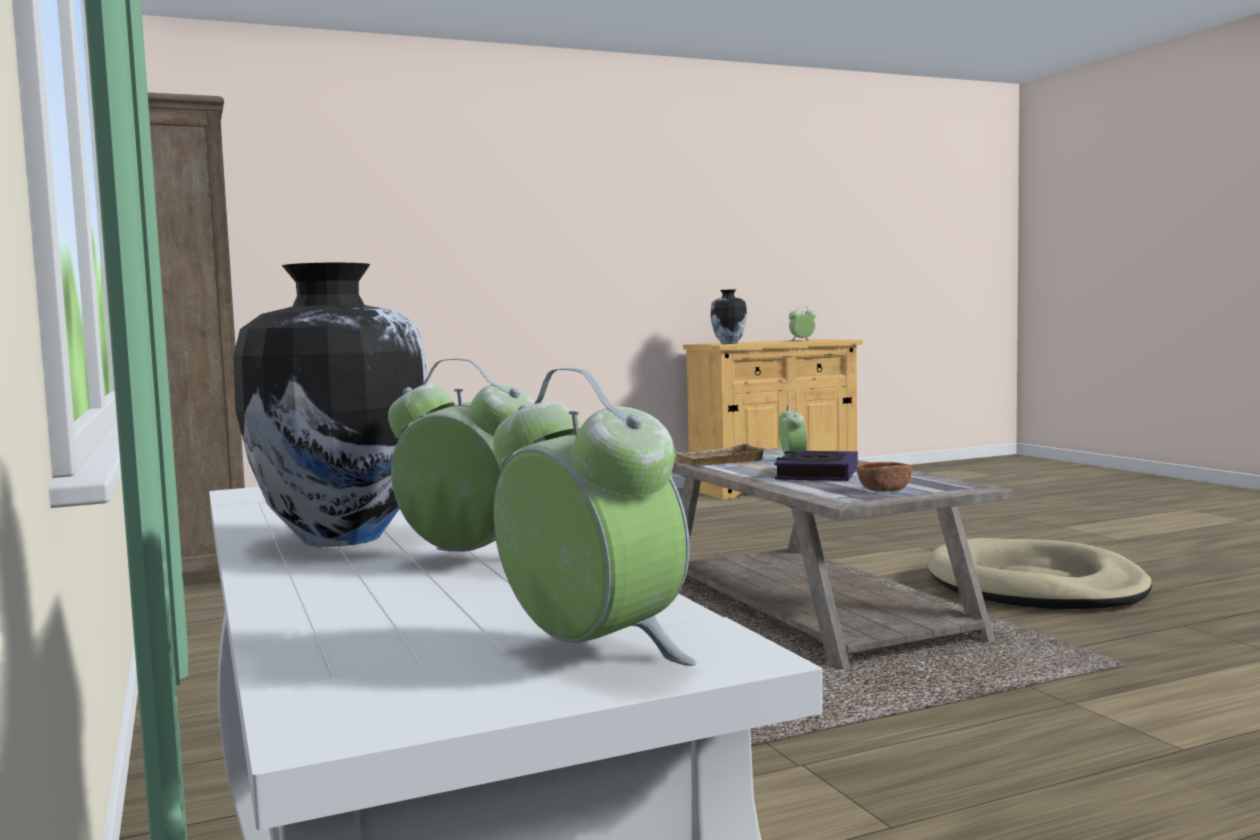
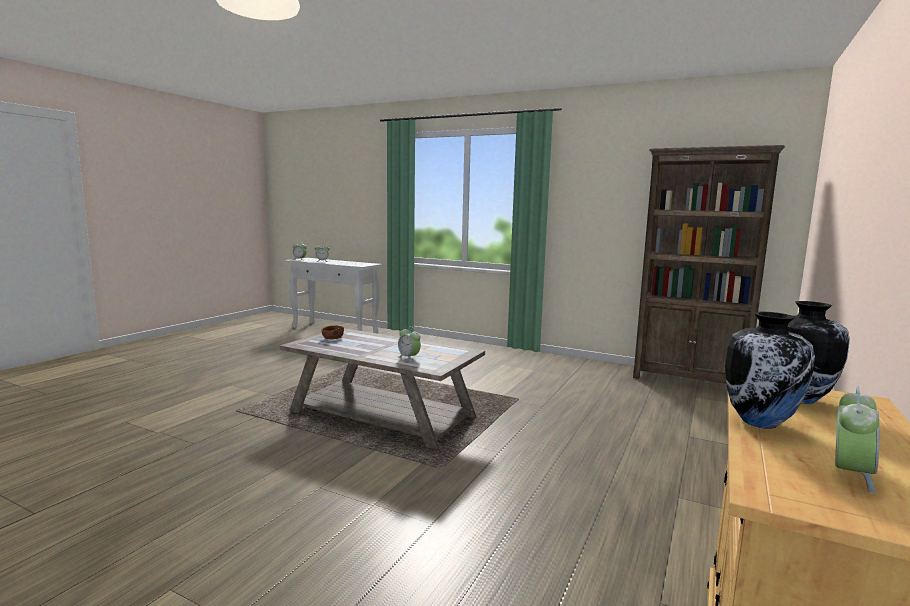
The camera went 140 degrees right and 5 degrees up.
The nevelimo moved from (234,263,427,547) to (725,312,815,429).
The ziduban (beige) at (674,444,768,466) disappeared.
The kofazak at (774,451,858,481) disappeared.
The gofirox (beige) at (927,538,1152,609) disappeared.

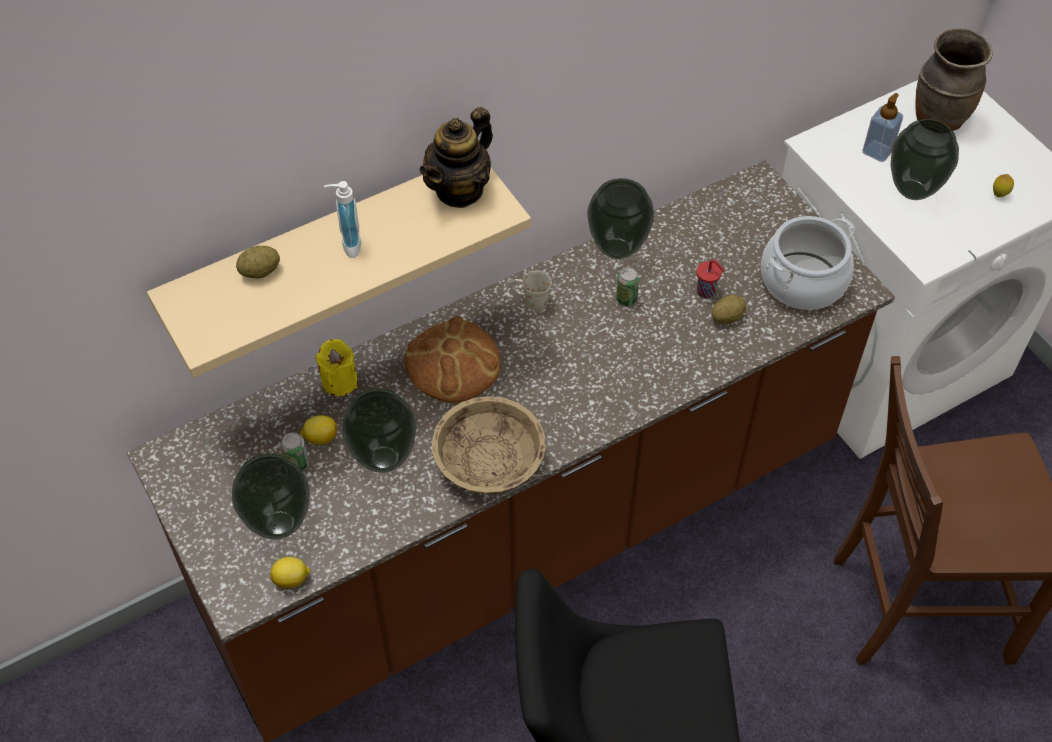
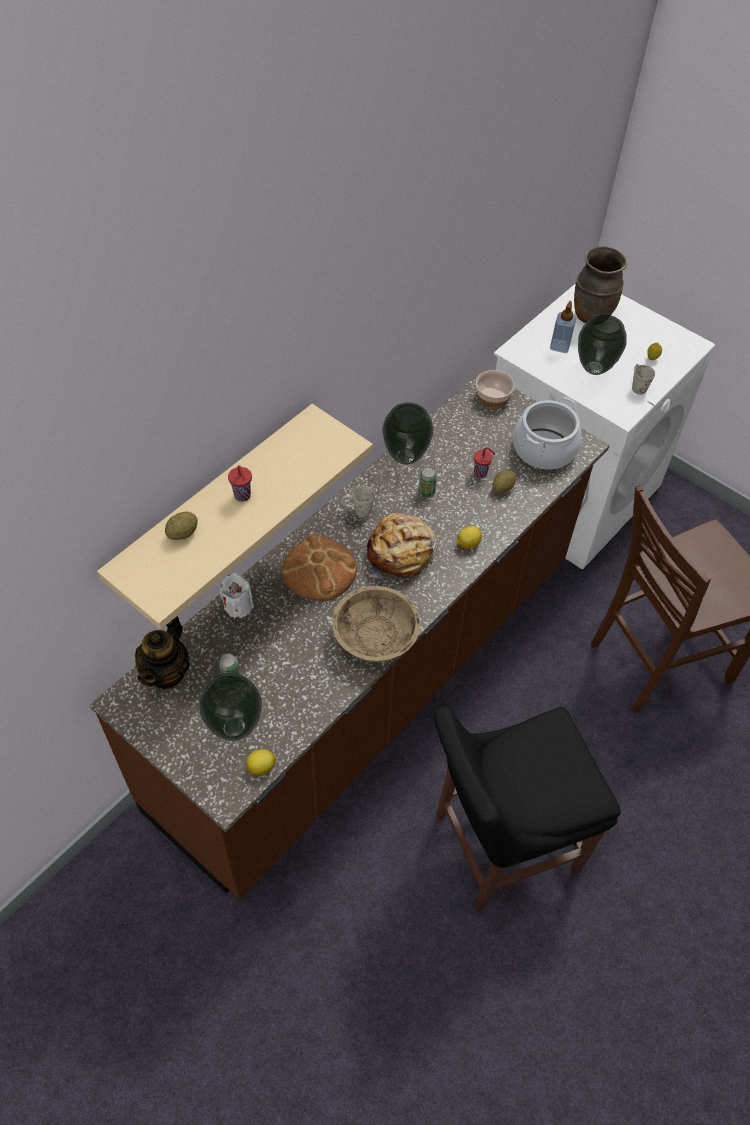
The camera went 20 degrees left and 0 degrees up.
The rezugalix moved from (419,107,493,208) to (135,616,190,689).
The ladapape at (324,181,361,258) was replaced by the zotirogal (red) at (228,465,252,502).
The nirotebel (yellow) at (315,339,358,396) became the nirotebel (white) at (219,573,254,618).
The nevelimo at (341,388,417,473) disappeared.
The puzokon moved from (300,415,337,445) to (456,526,482,548).
The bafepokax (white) at (632,364,655,395) appeared.
The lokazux at (475,370,515,407) appeared.
The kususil at (367,513,436,579) appeared.

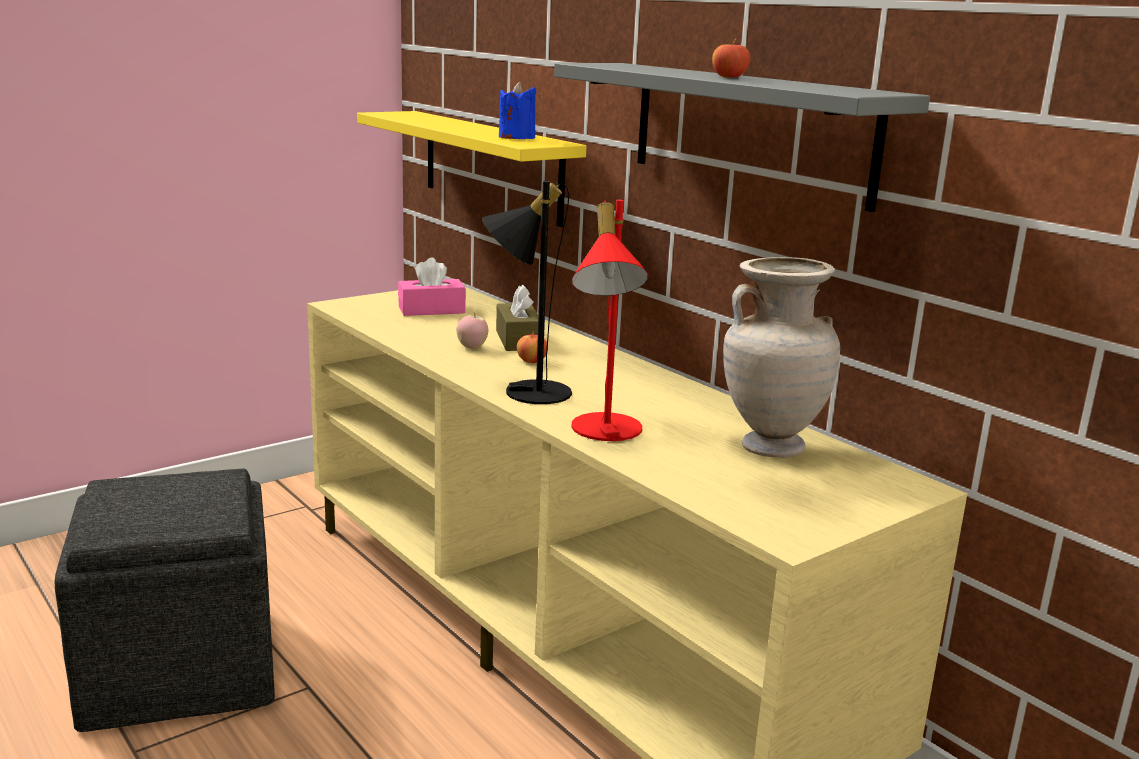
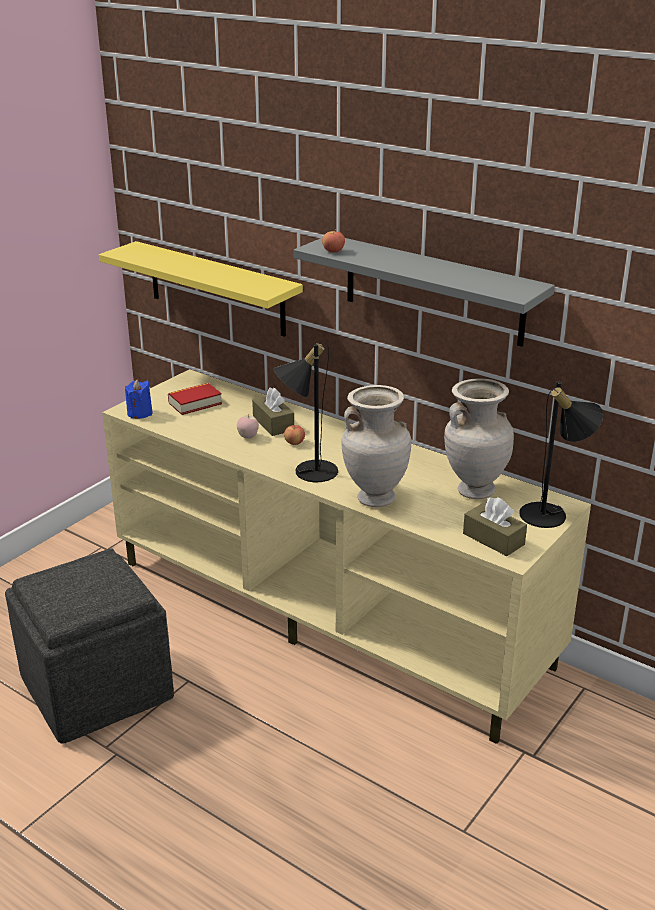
The camera went 15 degrees left and 10 degrees up.
The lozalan moved from (712,39,750,78) to (322,229,345,253).
The nirotebel (blue) moved from (499,82,536,139) to (125,379,153,419).
The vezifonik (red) at (571,200,648,441) was replaced by the nevelimo (beige) at (341,385,411,507).
The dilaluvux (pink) at (398,257,466,316) was replaced by the kofazak at (168,383,222,415).
The vezifonik (black) at (519,381,603,528) appeared.
The dilaluvux (brown) at (463,497,527,556) appeared.

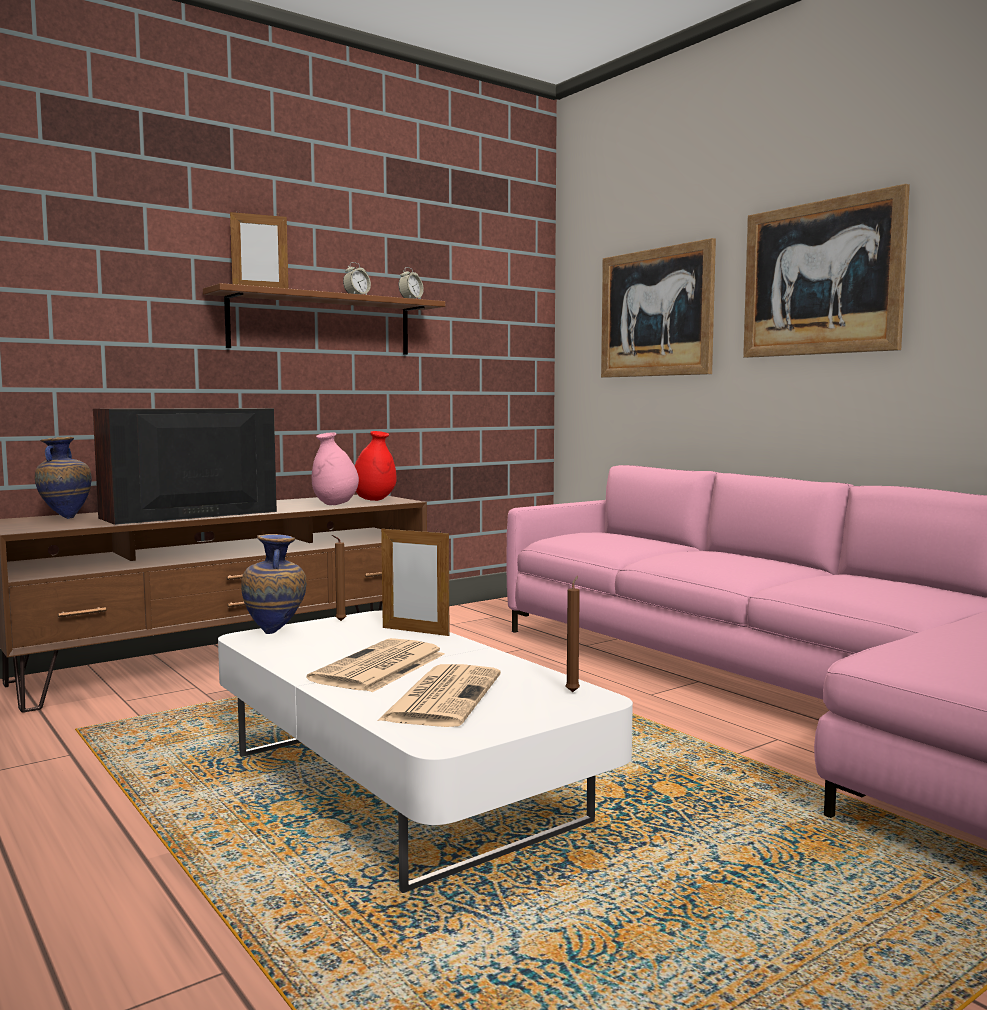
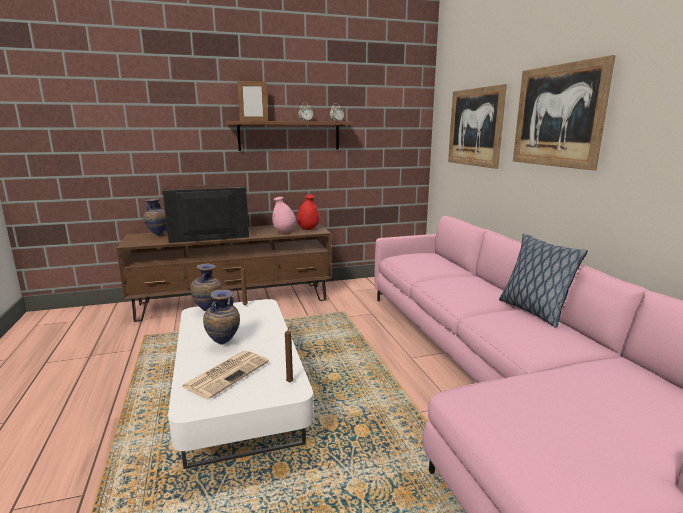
The camera went 20 degrees right and 10 degrees up.
The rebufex at (381,526,449,636) disappeared.
The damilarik at (307,638,445,692) was replaced by the nevelimo at (203,290,240,345).
The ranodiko at (499,234,588,328) appeared.

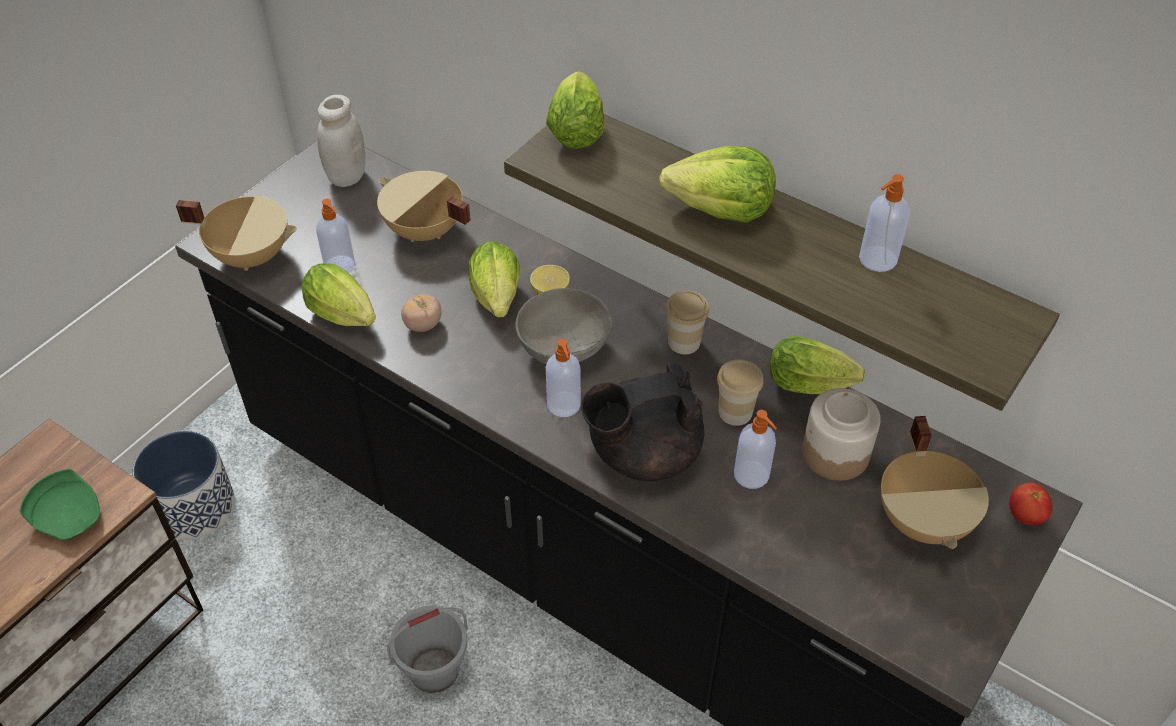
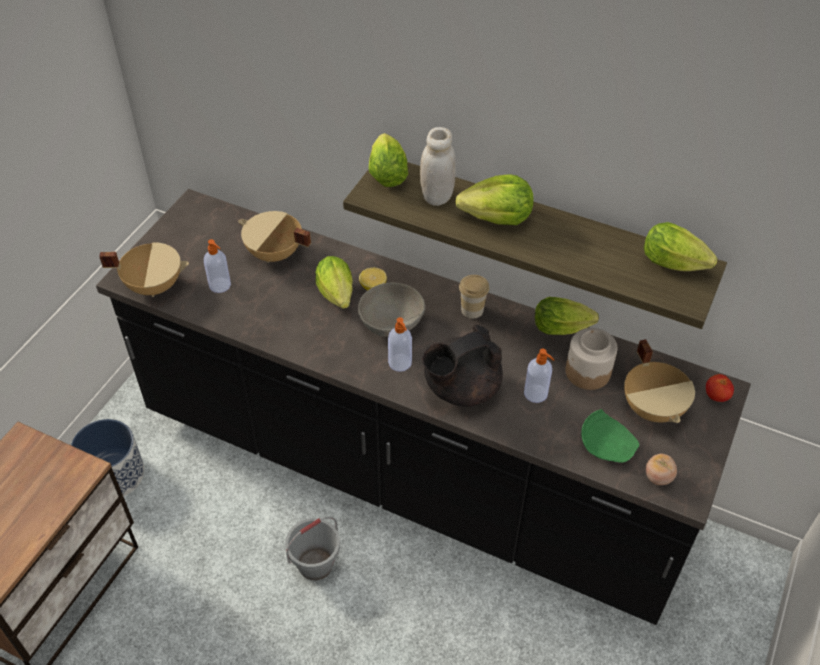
The camera went 10 degrees left and 0 degrees up.
The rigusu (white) moved from (317,95,365,187) to (420,127,456,206).
The ladapape at (859,174,910,272) disappeared.
The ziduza moved from (301,263,376,326) to (644,222,717,271).
The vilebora moved from (401,294,442,332) to (646,454,677,485).
The zotirogal at (717,359,764,426) disappeared.
The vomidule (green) moved from (20,469,100,540) to (581,409,639,463).

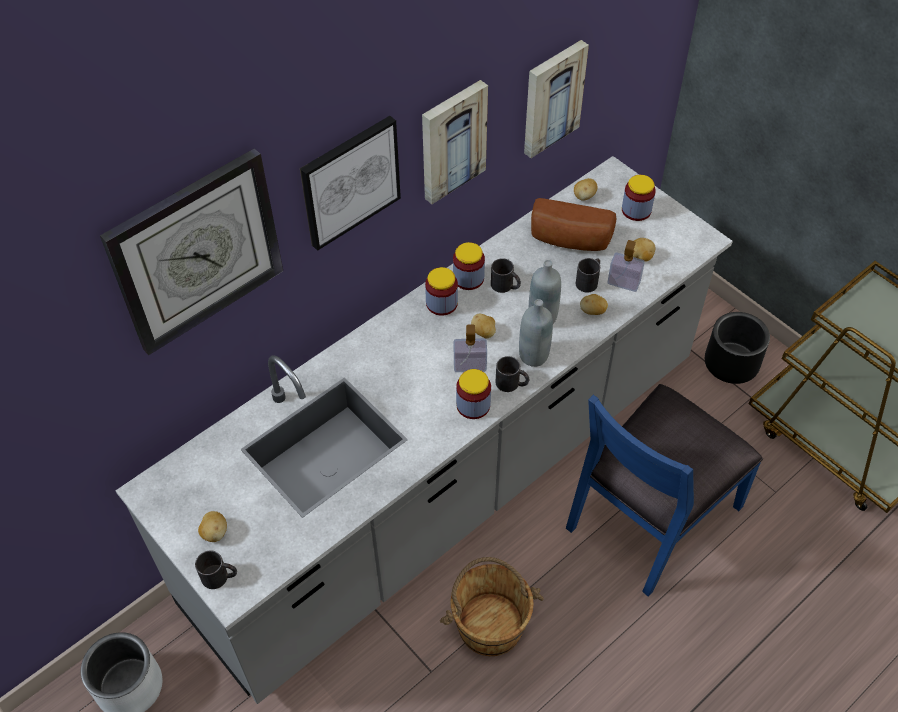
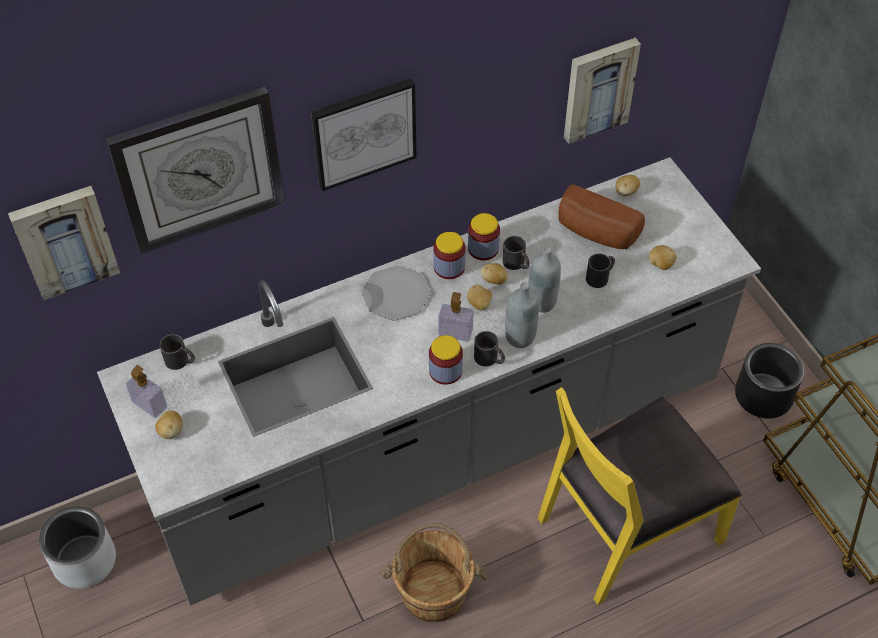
The camera went 15 degrees right and 0 degrees up.
The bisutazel moved from (422,80,488,204) to (8,186,120,300).
The rigusu at (622,175,656,221) disappeared.
The ladapape moved from (608,240,645,292) to (126,365,167,418).
The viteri moved from (580,294,608,315) to (481,263,508,285).
The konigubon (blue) at (566,384,763,597) became the konigubon (yellow) at (537,387,742,605).
The bafepokax (black) moved from (195,550,237,589) to (160,334,195,370).
The vomidule at (362,266,430,321) appeared.

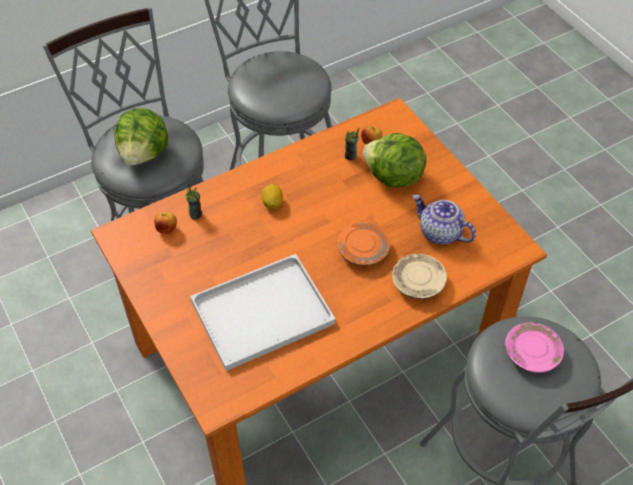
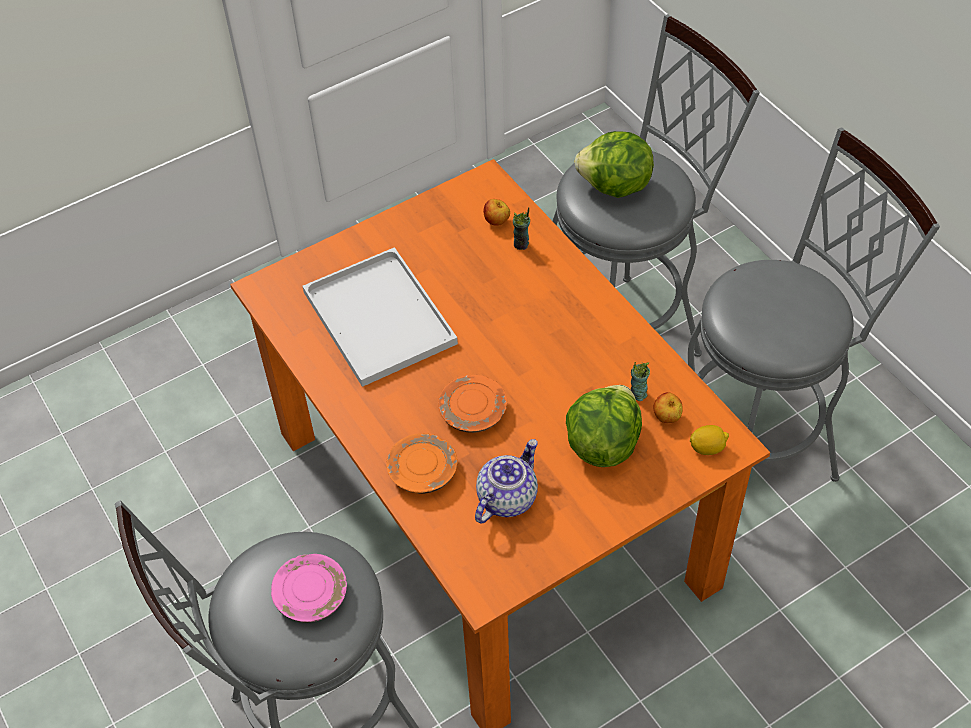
The camera went 90 degrees right and 0 degrees up.
The puzokon moved from (262,183,283,209) to (690,425,729,455).
The vomidule (beige) at (392,254,447,299) became the vomidule (orange) at (386,433,458,494).

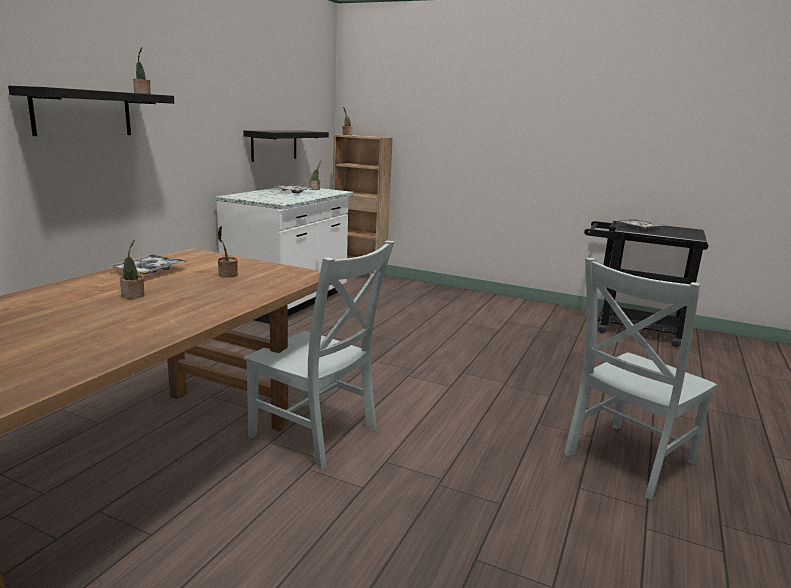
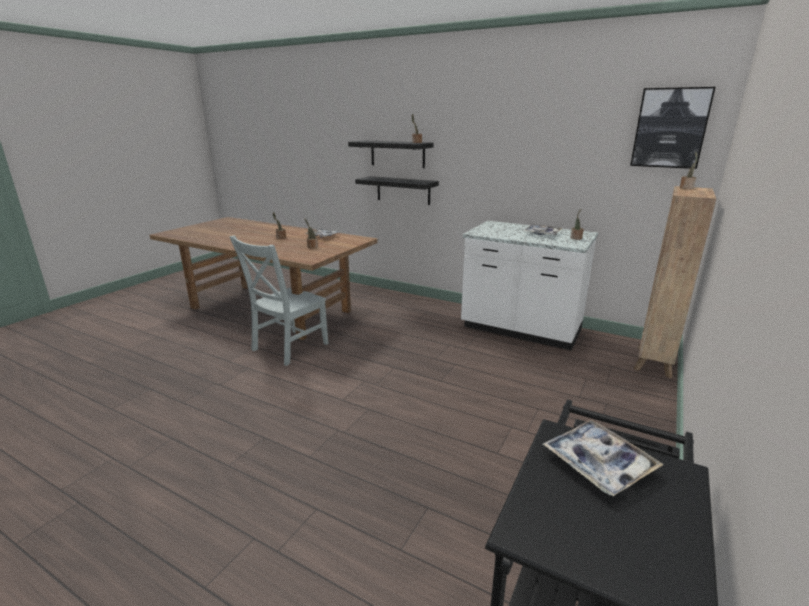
The camera went 95 degrees right and 5 degrees up.
The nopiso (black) moved from (243,130,329,162) to (355,176,439,205).
The konigubon (grey) at (564,258,717,500) disappeared.
The bisutazel at (630,87,715,169) appeared.

